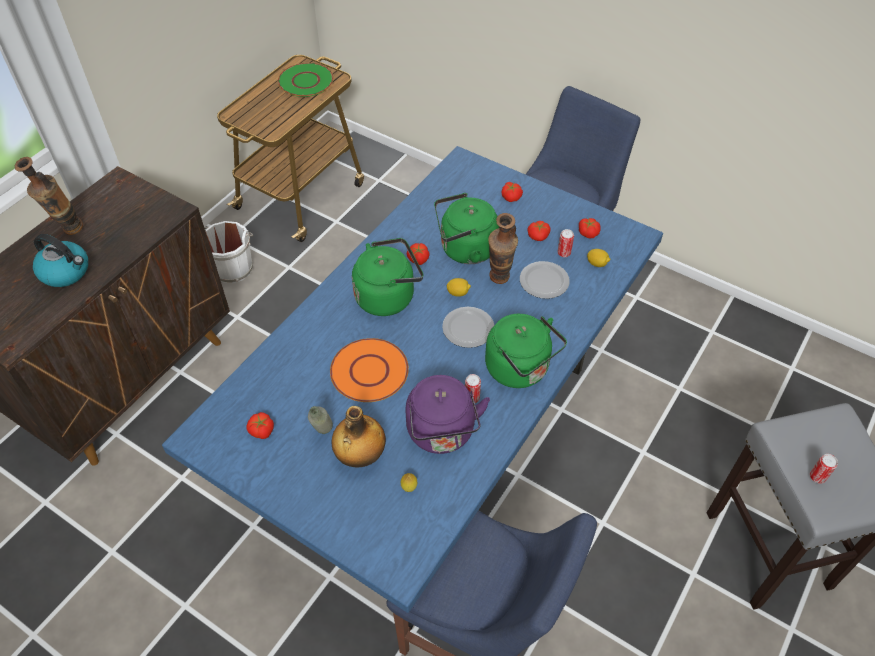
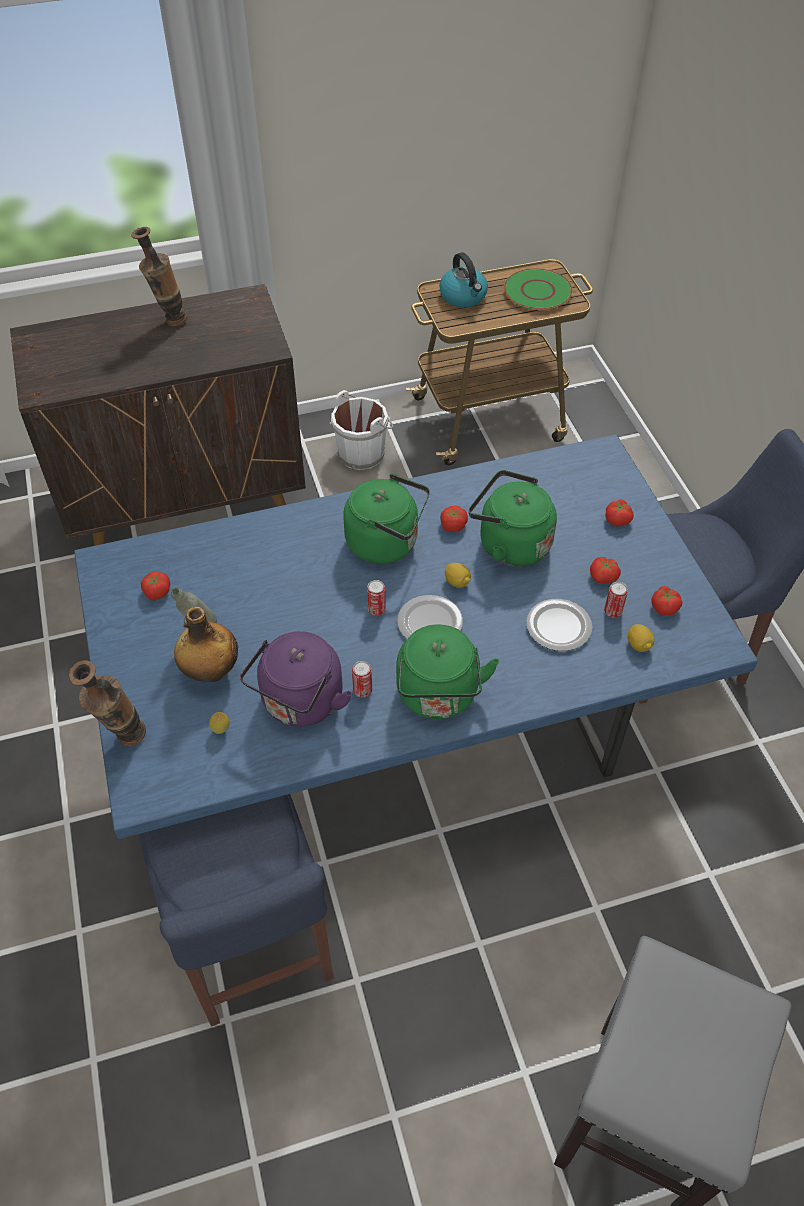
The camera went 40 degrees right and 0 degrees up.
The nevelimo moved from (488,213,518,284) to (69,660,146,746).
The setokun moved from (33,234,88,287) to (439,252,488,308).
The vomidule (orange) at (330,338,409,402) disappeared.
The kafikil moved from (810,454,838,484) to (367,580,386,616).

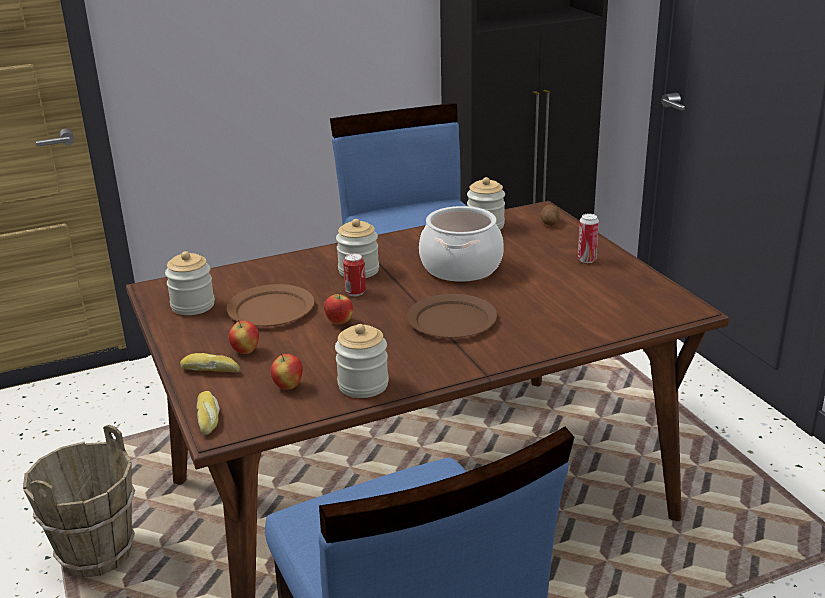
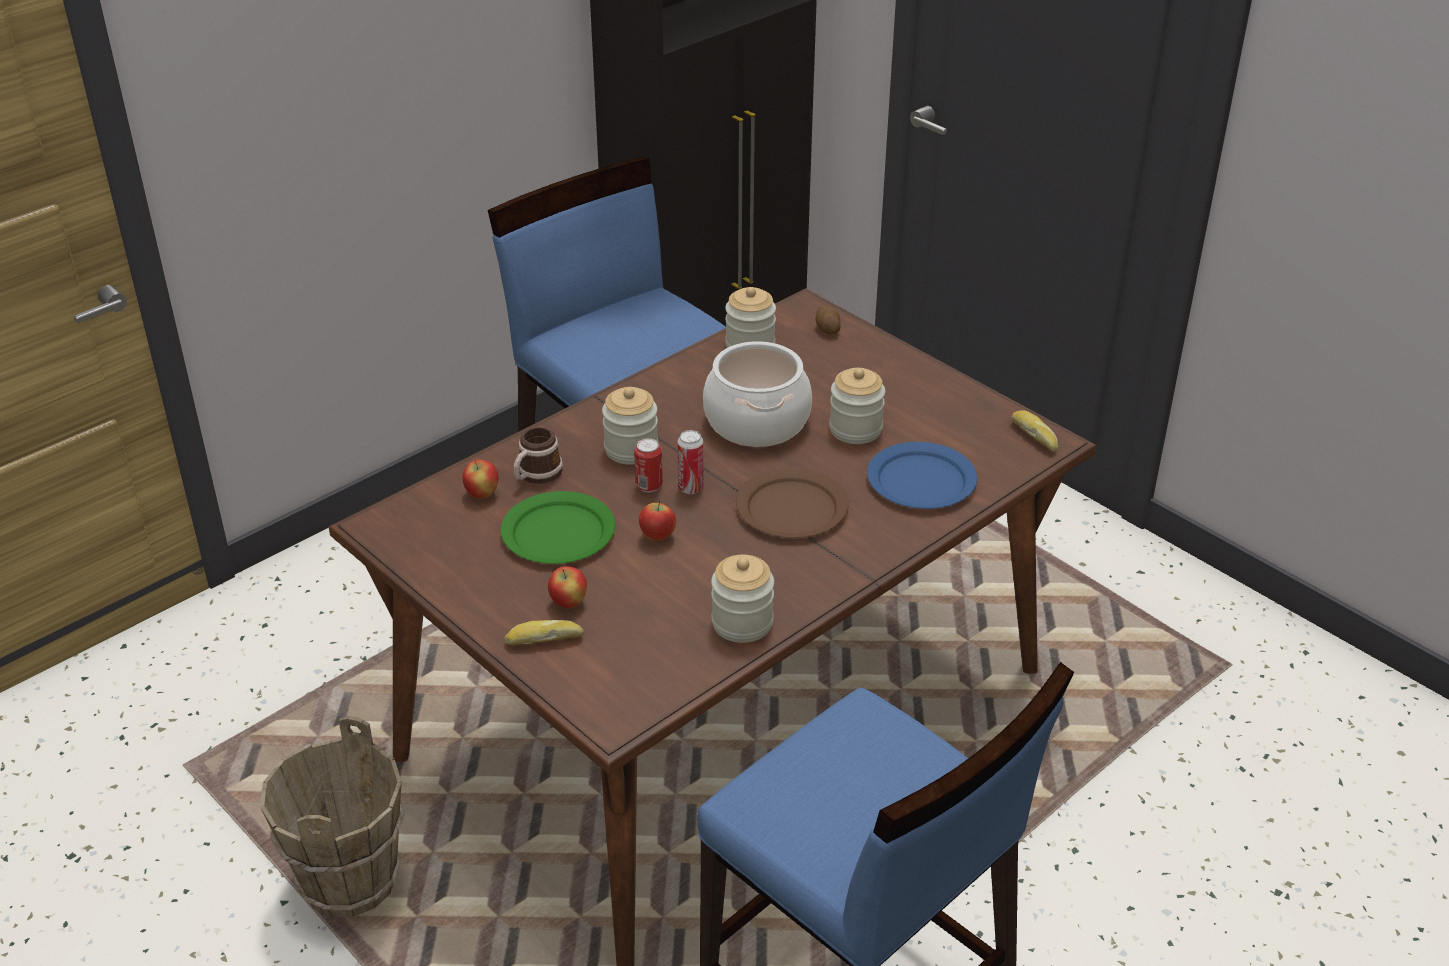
The camera went 20 degrees left and 10 degrees up.
The kafikil moved from (577,214,599,263) to (677,430,704,494).
The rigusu moved from (165,251,215,315) to (829,368,885,444).
The vomidule (brown) at (226,284,315,326) became the vomidule (green) at (501,491,615,564).
The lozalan moved from (271,353,303,390) to (462,459,498,499).
The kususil moved from (197,391,220,435) to (1012,410,1058,452).
The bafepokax at (514,427,563,484) appeared.
The vomidule (blue) at (867,442,977,509) appeared.

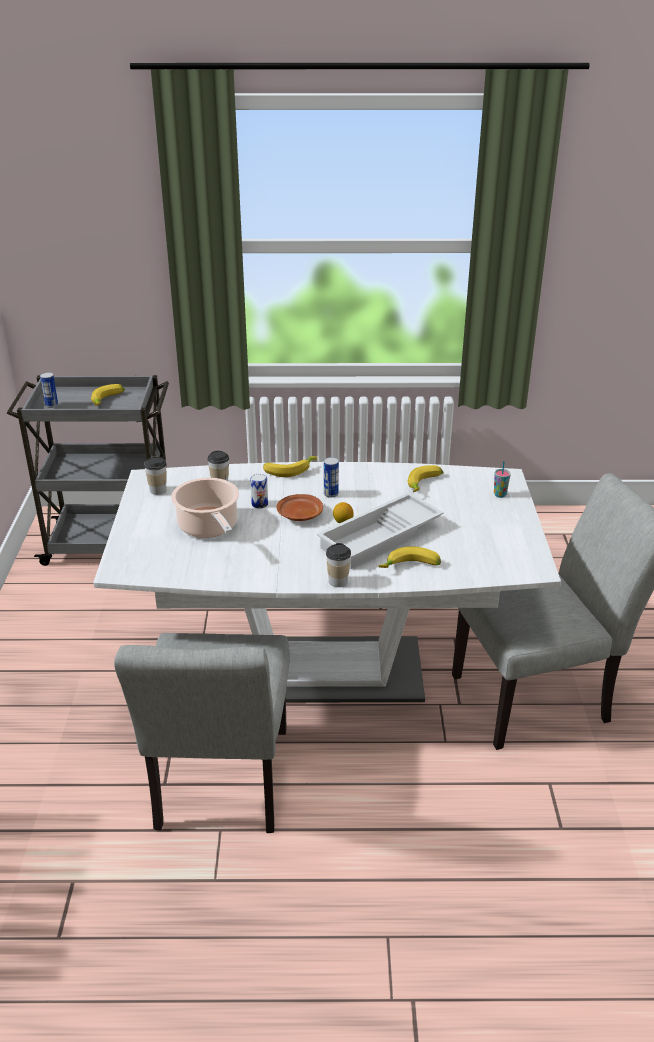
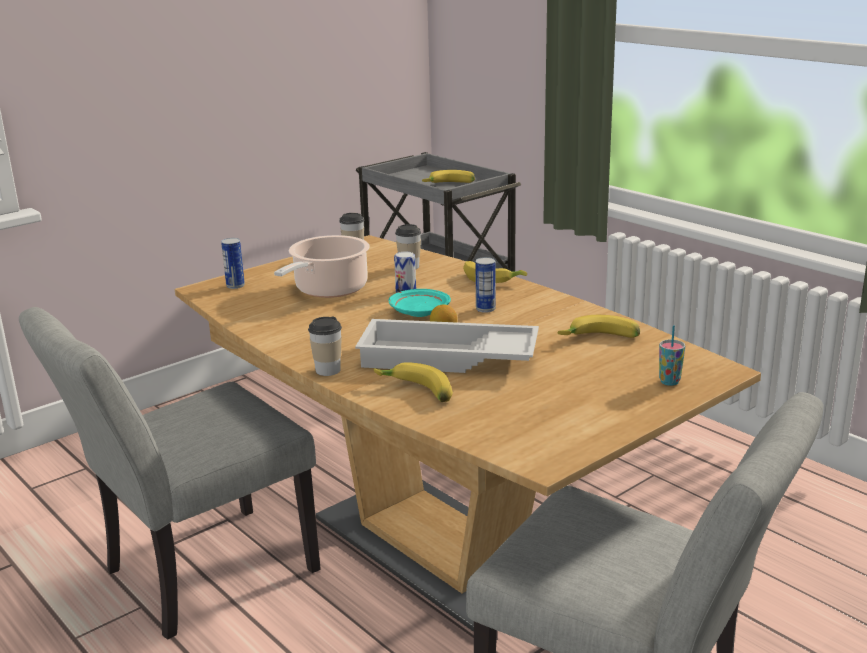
The camera went 50 degrees right and 10 degrees down.
The kafikil moved from (40,372,58,408) to (221,238,245,289).
The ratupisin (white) at (93,462,561,703) became the ratupisin (brown) at (174,235,761,632).
The vomidule (brown) at (276,494,323,521) became the vomidule (turquoise) at (389,289,451,317).

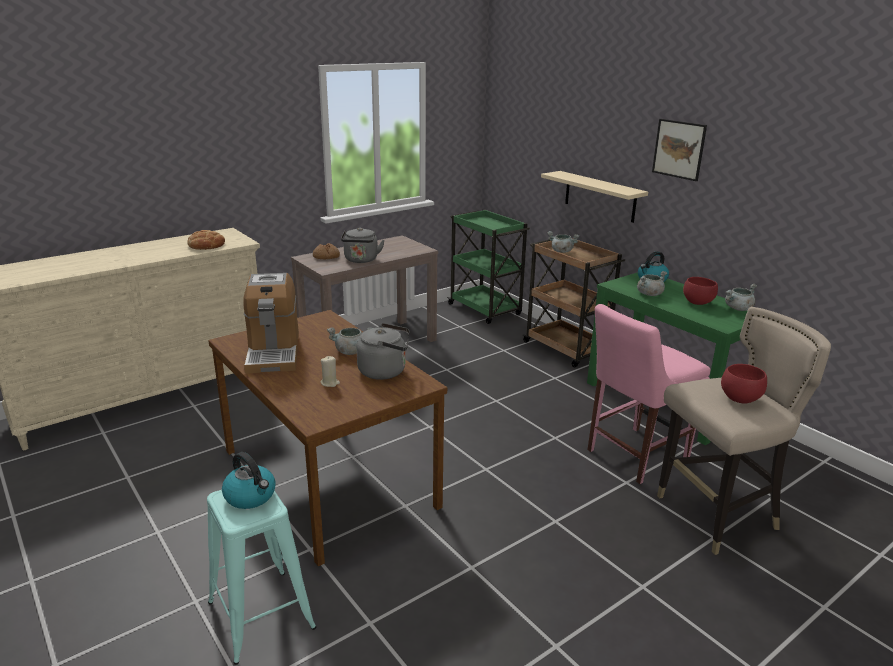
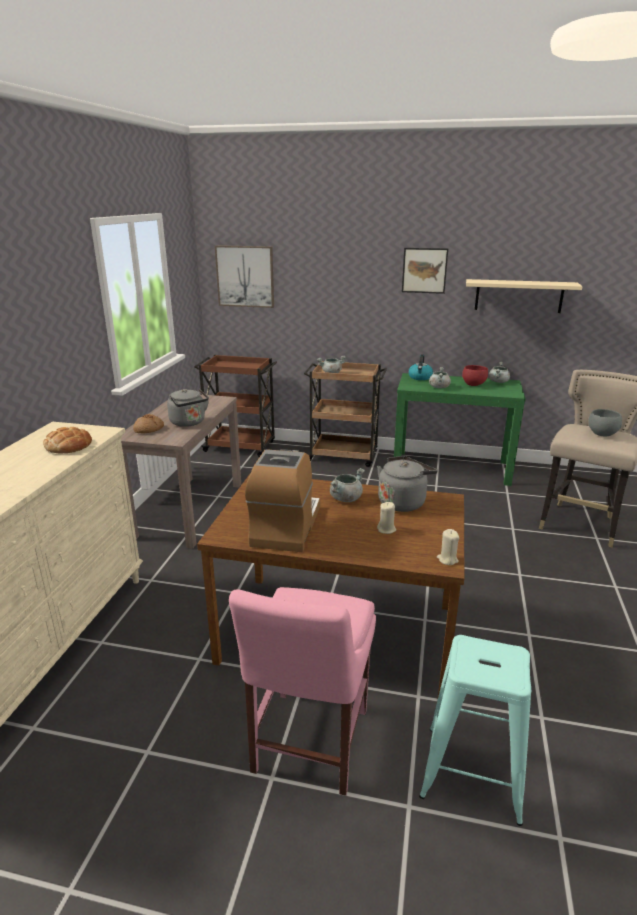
The camera went 40 degrees left and 0 degrees up.
The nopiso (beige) moved from (541,171,648,223) to (466,279,583,313).
The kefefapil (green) at (447,209,530,324) became the kefefapil (brown) at (194,355,277,457).
The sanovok at (244,273,299,374) turned 120 degrees counterclockwise.
The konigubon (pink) moved from (587,304,710,484) to (229,587,376,796).
The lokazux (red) at (721,364,767,404) became the lokazux (grey) at (588,409,622,436).
The setokun at (222,452,276,509) disappeared.
The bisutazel at (215,245,274,308) appeared.
The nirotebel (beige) at (437,529,459,565) appeared.

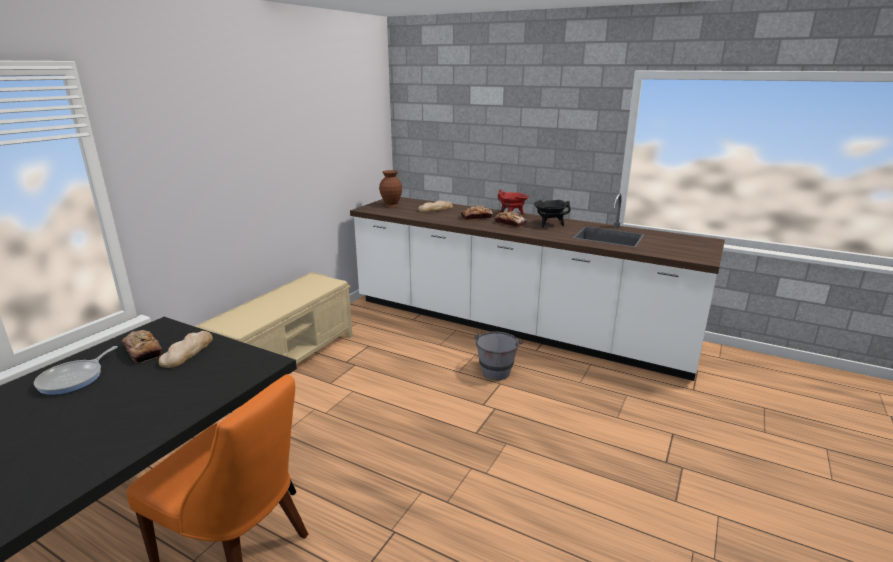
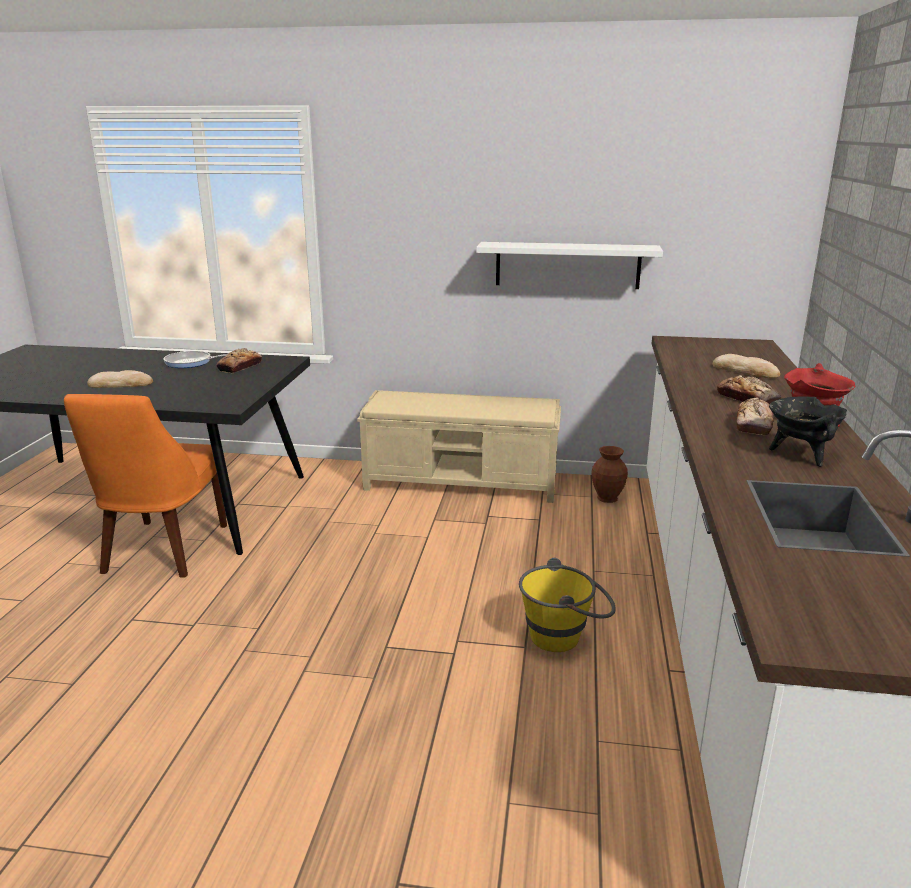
The camera went 70 degrees right and 0 degrees up.
The nevelimo (brown) moved from (379,170,402,207) to (591,446,628,503).
The kususil moved from (159,331,213,368) to (87,370,153,388).
The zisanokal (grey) at (474,331,523,380) became the zisanokal (yellow) at (519,558,616,652).
The nopiso (white) at (476,242,663,289) appeared.

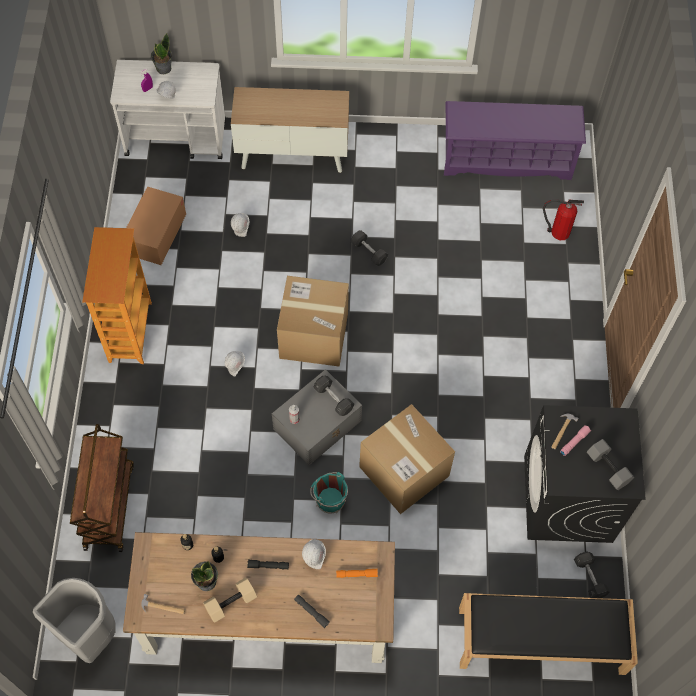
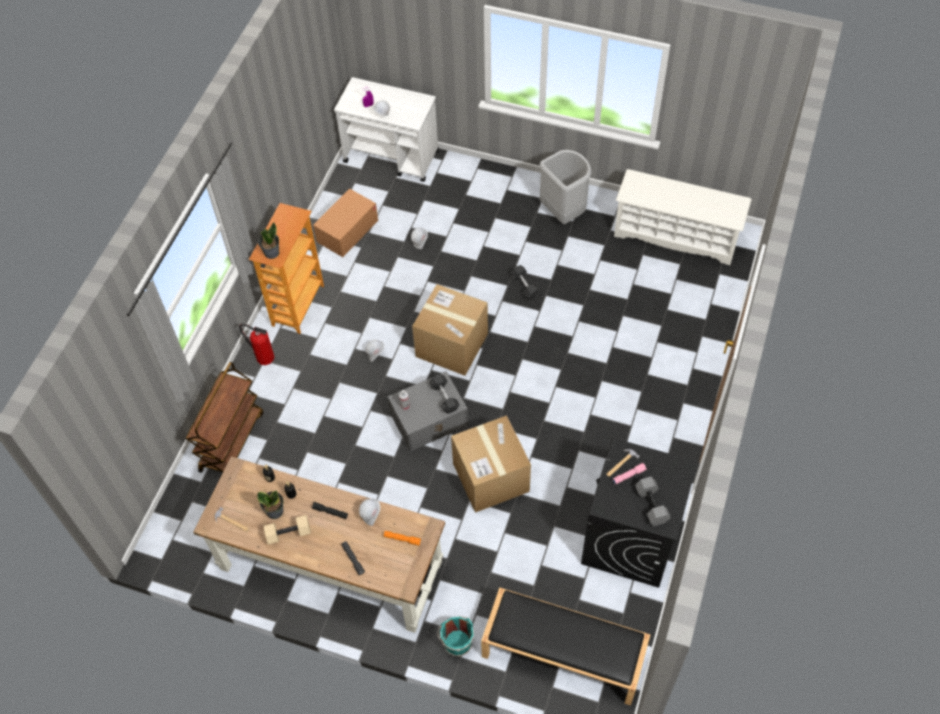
The camera went 20 degrees right and 5 degrees down.
The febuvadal moved from (151,33,172,74) to (258,222,279,259).
The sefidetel at (231,87,349,173) disappeared.
The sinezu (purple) at (444,101,586,180) became the sinezu (white) at (614,169,752,265).
The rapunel moved from (543,200,584,240) to (239,323,275,365).
The zisanokal (turquoise) moved from (310,472,348,514) to (437,616,474,657).
The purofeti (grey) at (574,551,610,598) disappeared.
The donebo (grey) moved from (33,578,116,663) to (540,150,592,224).

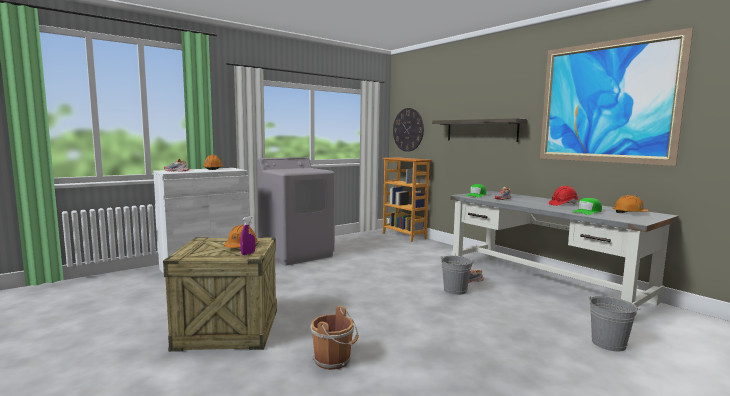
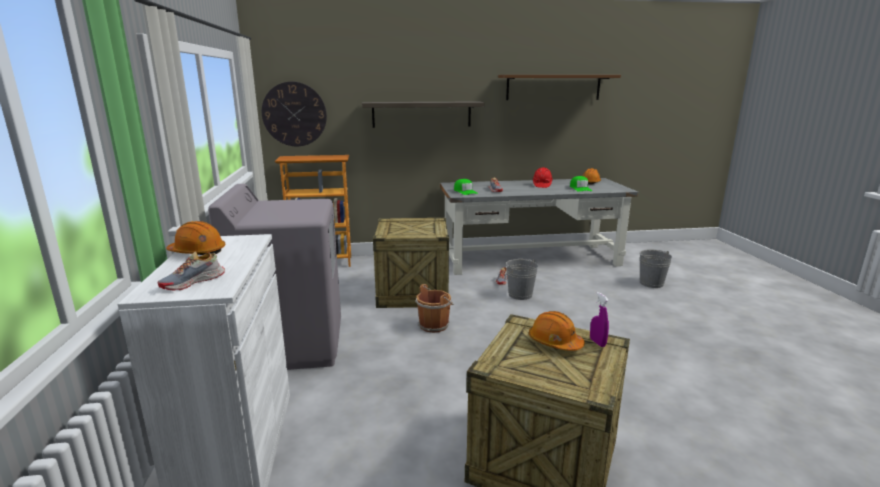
The camera went 60 degrees left and 10 degrees up.
The bisutazel at (540,28,693,166) was replaced by the nopiso (brown) at (498,75,621,100).
The zisanokal (brown) moved from (311,306,359,370) to (415,284,454,333).
The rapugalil at (373,218,449,308) appeared.

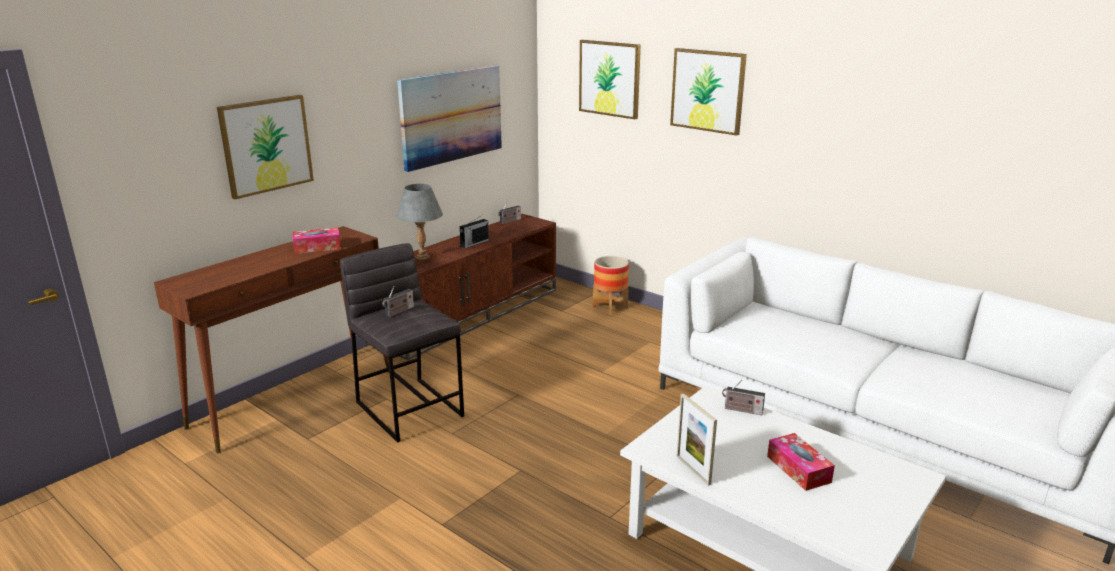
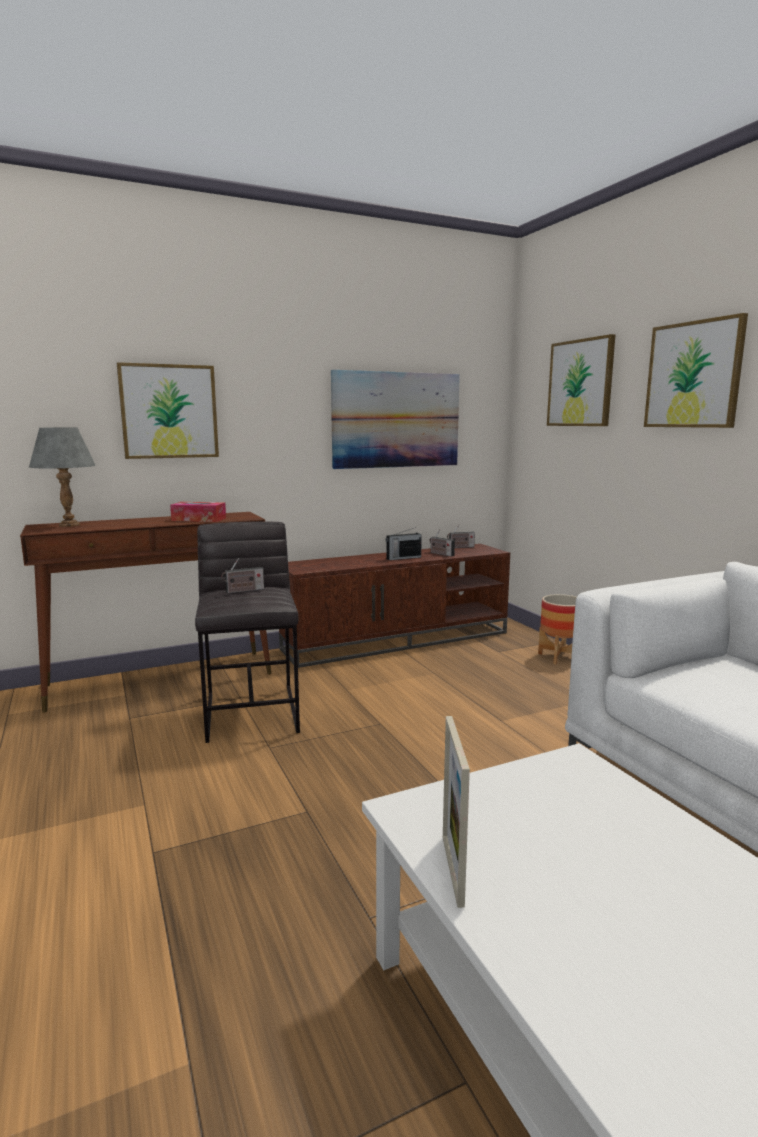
The camera went 25 degrees right and 10 degrees down.
The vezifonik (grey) moved from (396,184,443,260) to (29,428,96,527).
The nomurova moved from (722,380,765,415) to (430,530,455,557).
The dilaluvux at (767,433,835,491) disappeared.

